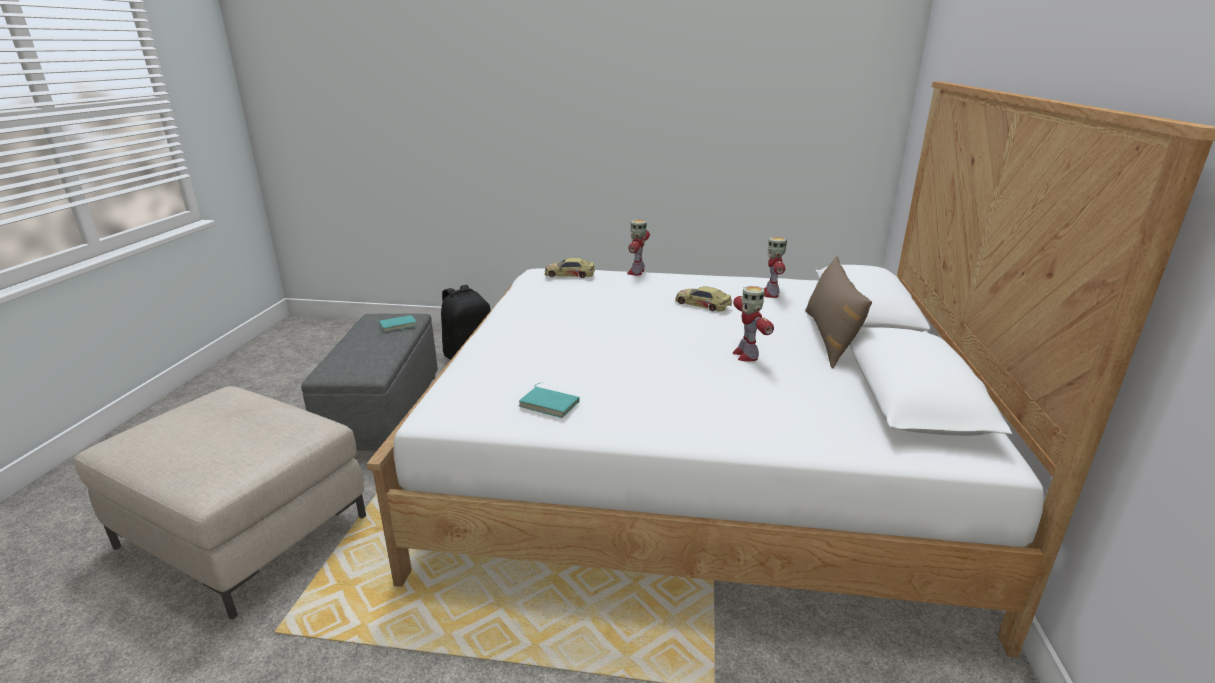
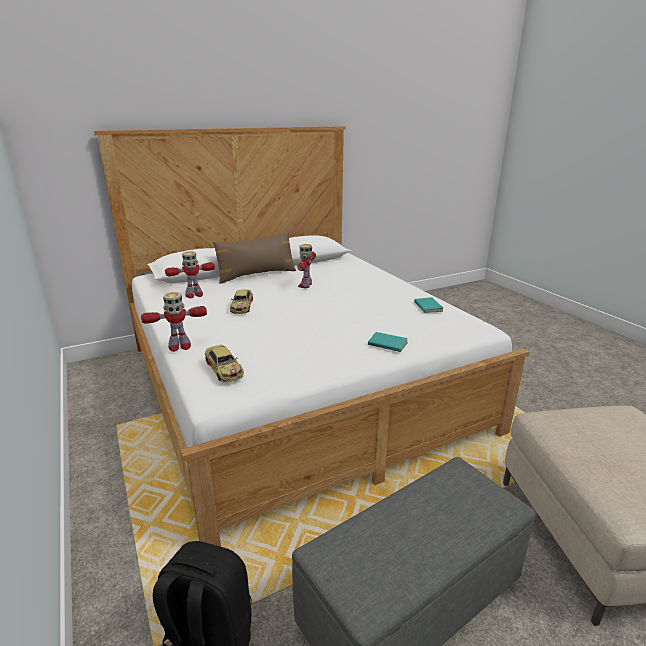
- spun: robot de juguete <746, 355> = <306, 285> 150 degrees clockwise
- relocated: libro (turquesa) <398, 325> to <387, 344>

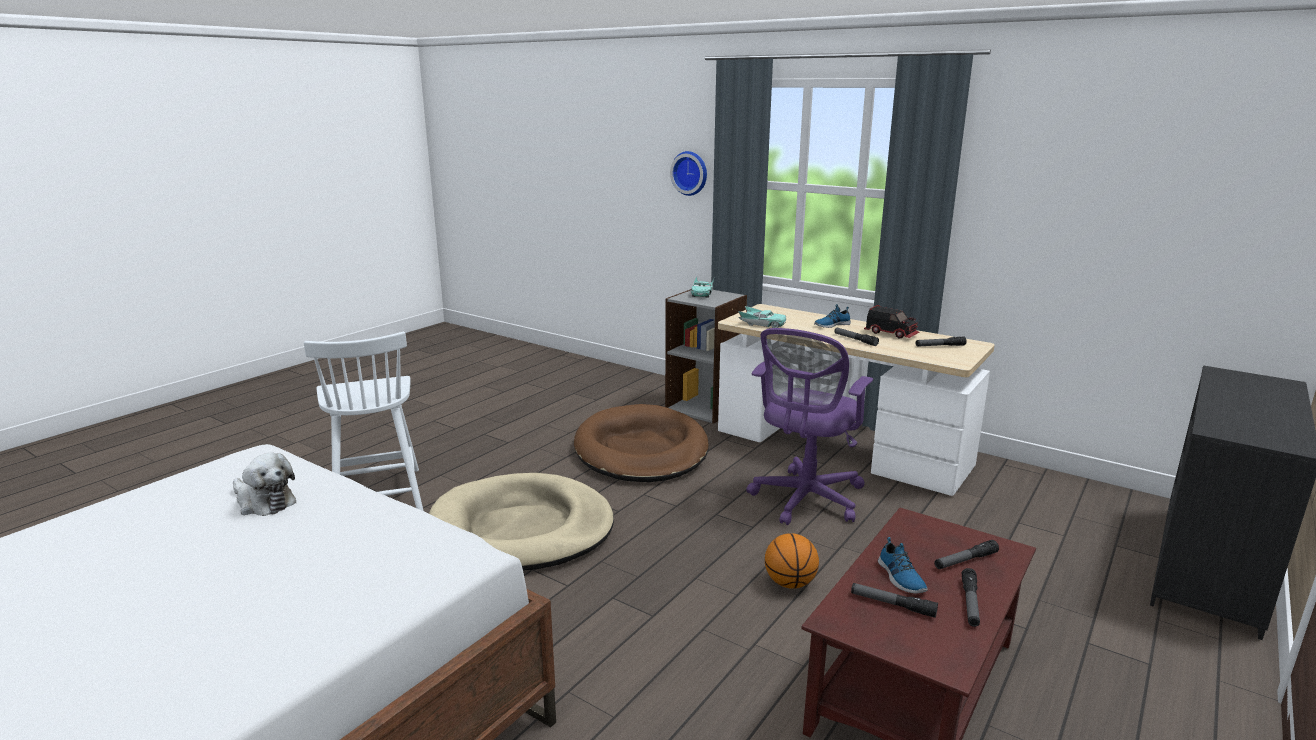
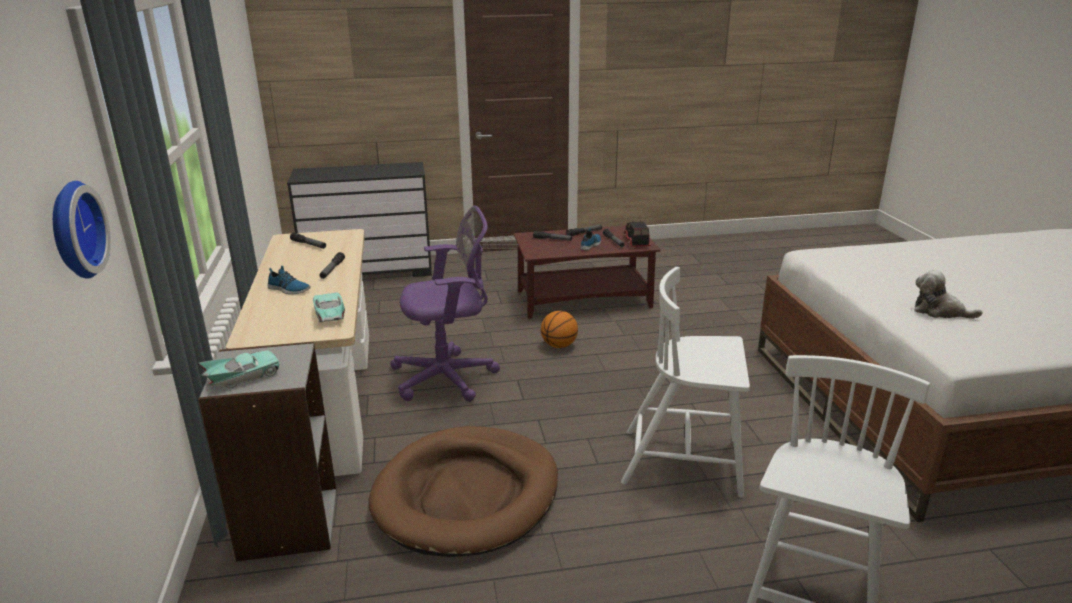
- exchanged: cama para perro (beis) <522, 529> to silla (blanco) <684, 462>
- relocated: camión de juguete <891, 333> to <636, 241>
- spun: peluche <264, 502> = <939, 311> 45 degrees counterclockwise

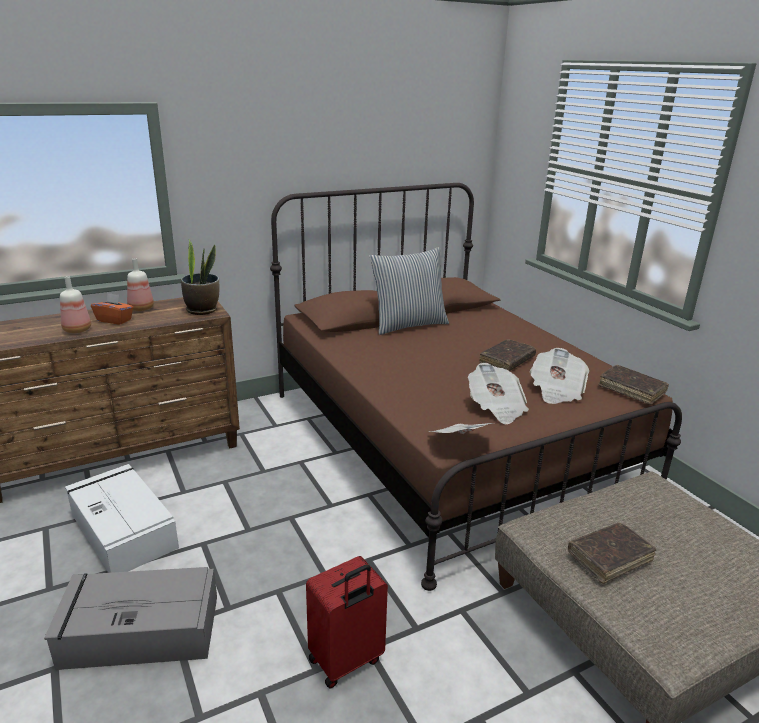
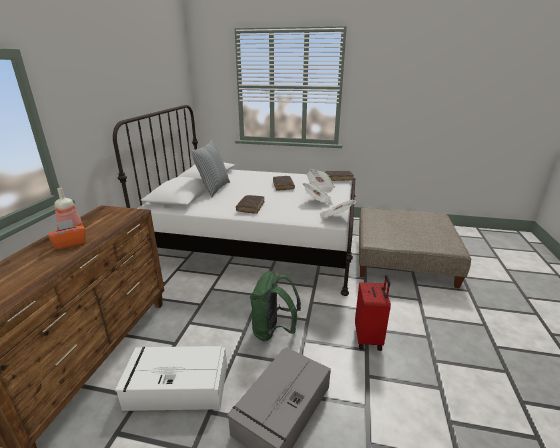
- colour: cama (marrón) <447, 441> to cama (blanco) <257, 243>
- relocated: libro (marrón) <609, 557> to <250, 207>
- appeared: mochila (verde) <273, 331>
- missing: botella <77, 330>
- missing: planta en maceta <202, 310>

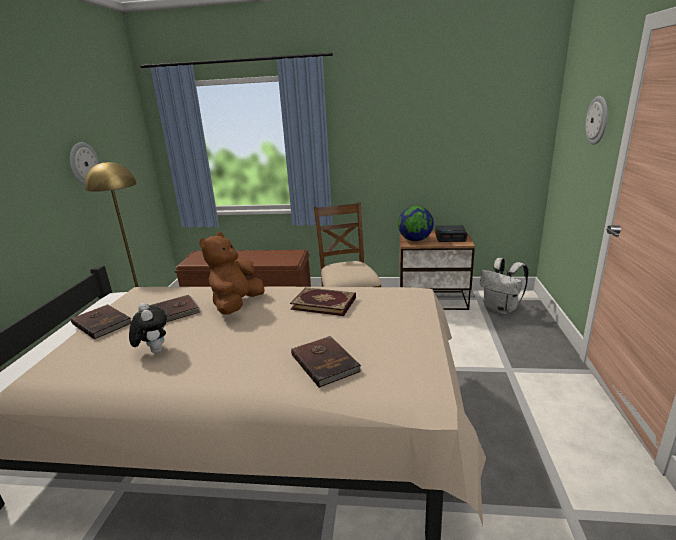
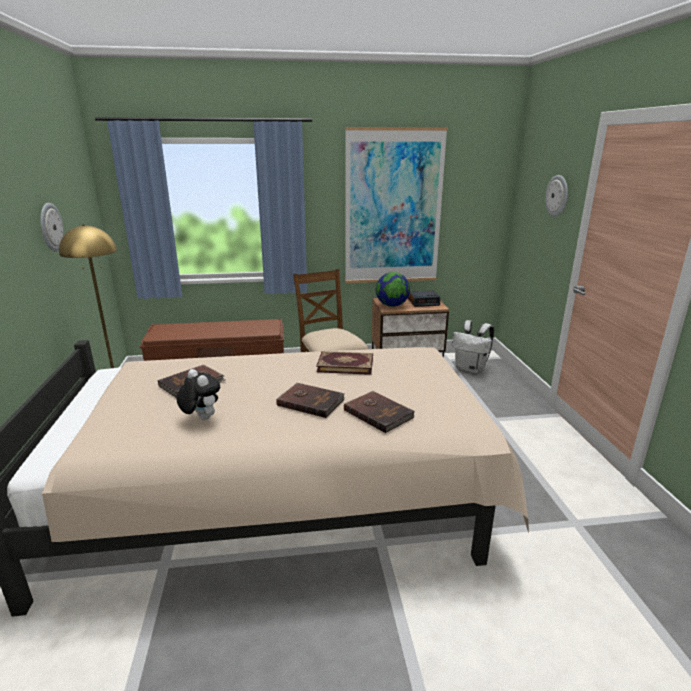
- relocated: libro (marrón) <102, 323> to <310, 402>
- appeared: cuadro <393, 208>
- missing: peluche (marrón) <237, 305>

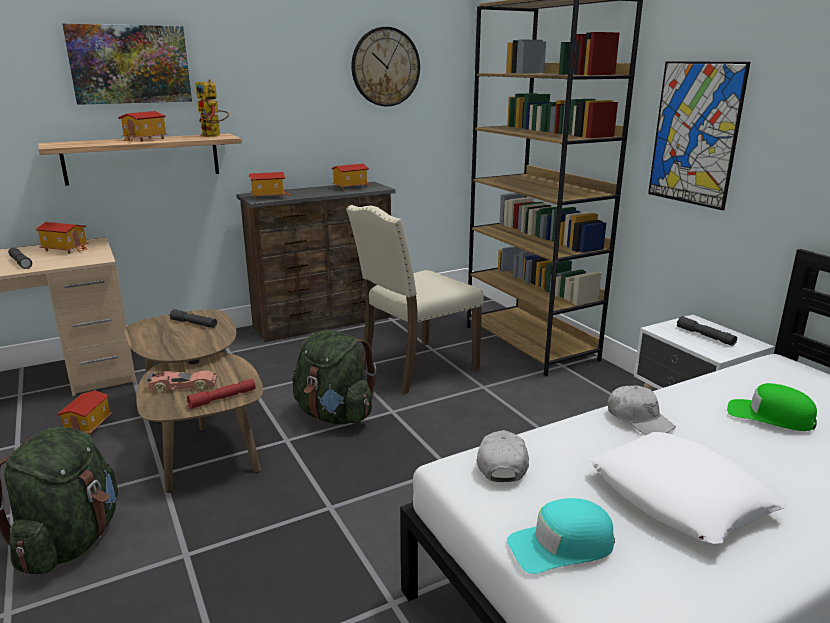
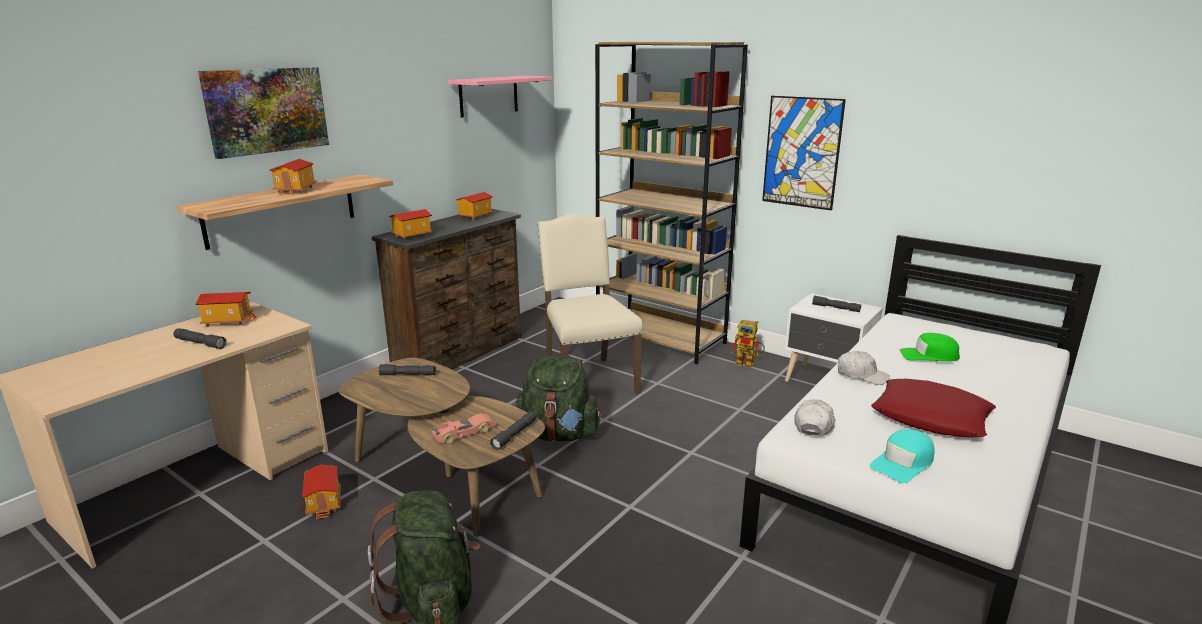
- exchanged: reloj de pared <385, 67> to estante (rosa) <489, 96>
- colour: linterna (rojo) <222, 398> to linterna (gris) <514, 435>
- spun: silla (beis) <415, 368> = <587, 379> 135 degrees clockwise
- relocated: robot de juguete <214, 136> to <749, 364>
- spun: gorra (blanco) <501, 463> = <814, 424> 45 degrees clockwise
- colour: cojín (blanco) <680, 496> to cojín (rojo) <931, 417>

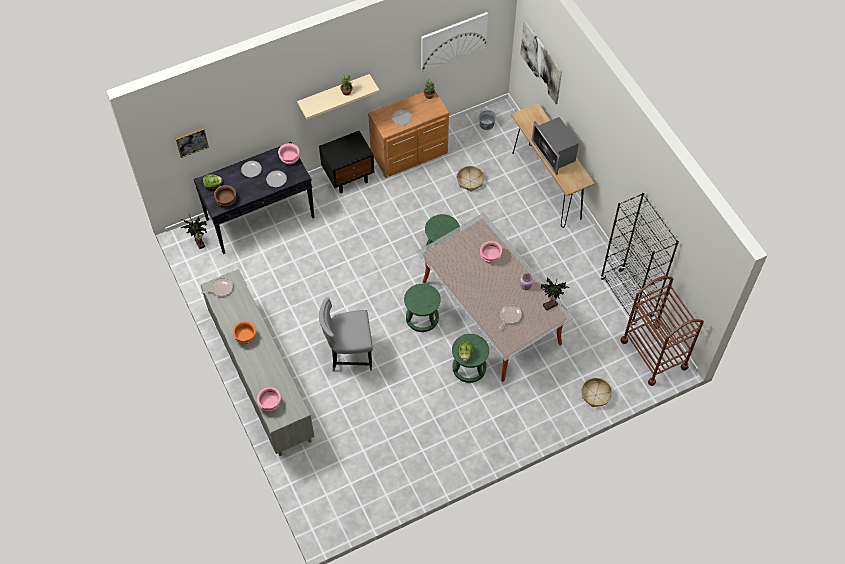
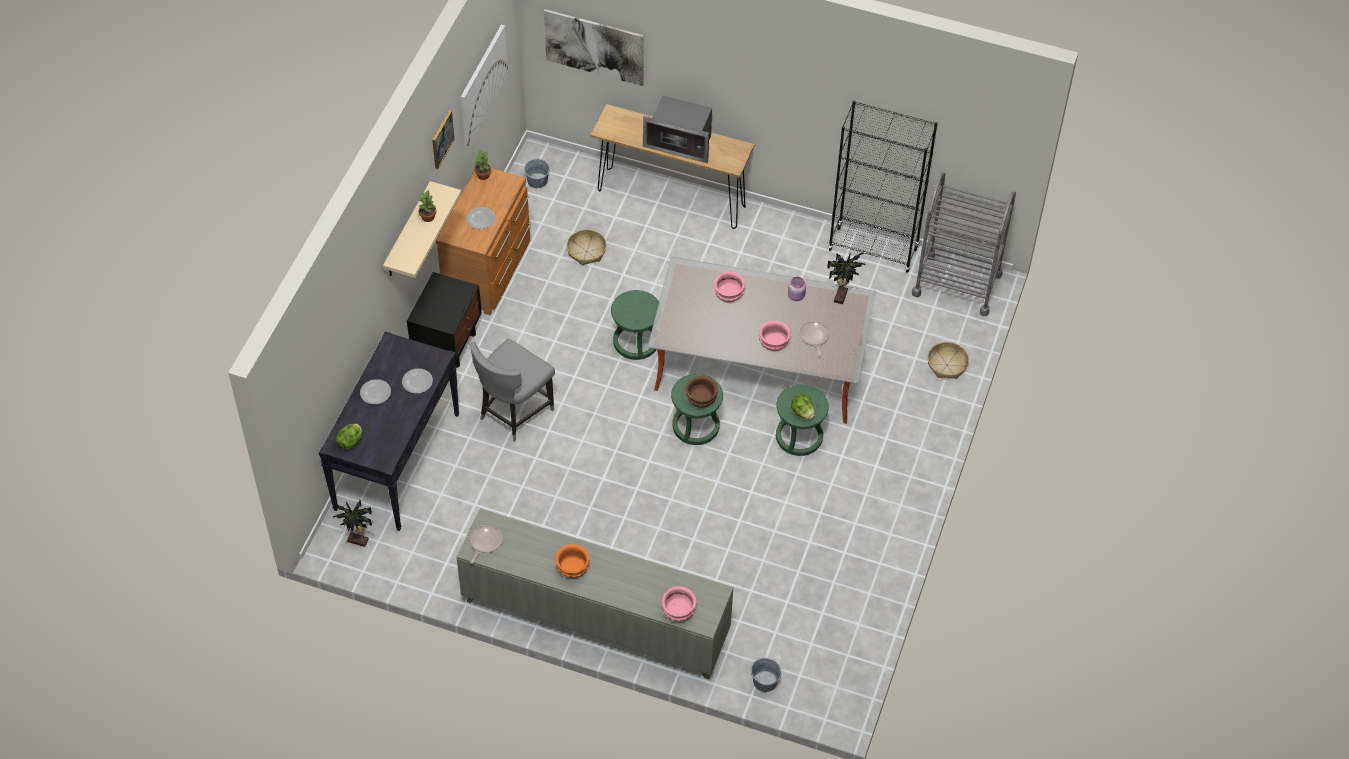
- relocated: cuadro <191, 142> to <442, 139>
- relocated: silla (gris) <349, 354> to <513, 413>
- relocated: cuenco (marrón) <227, 201> to <701, 398>
- appeared: cubo (gris) <765, 681>
- relocated: cuenco (rosa) <289, 158> to <773, 343>
- colour: carrito (marrón) <654, 354> to carrito (gris) <956, 284>

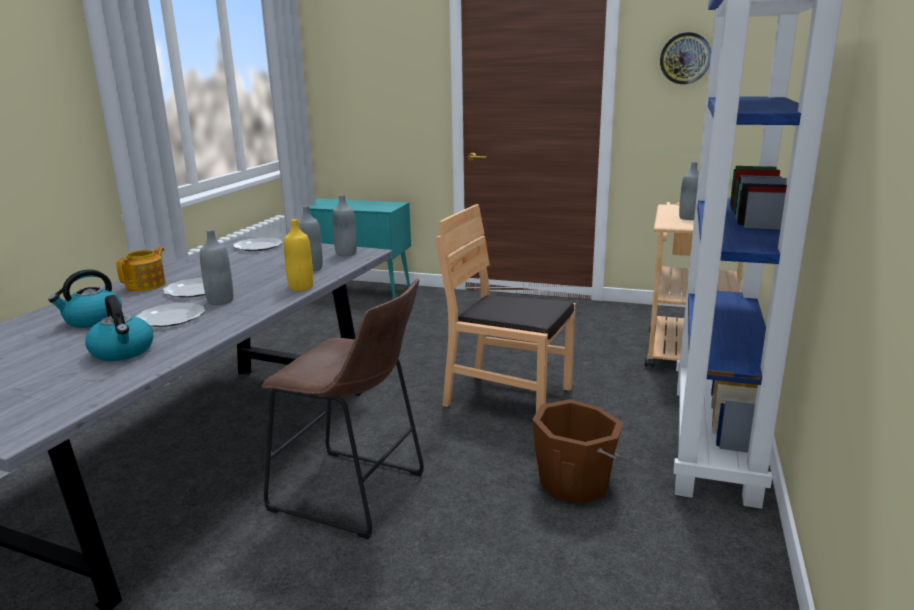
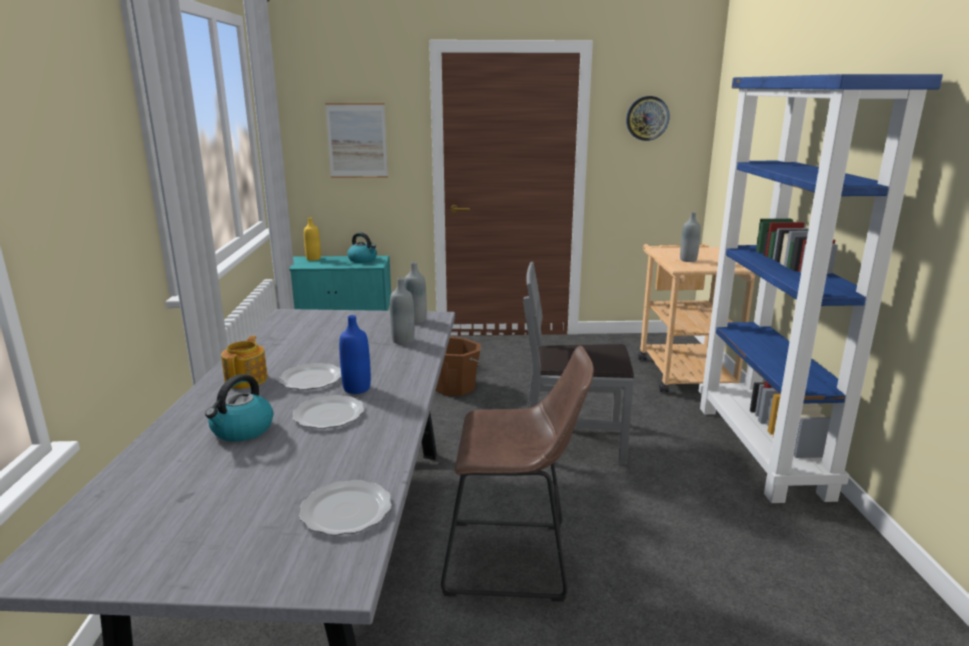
- relocated: plato <258, 246> to <346, 510>
- relocated: botella (amarillo) <301, 287> to <313, 259>
- appeared: cuadro <357, 141>
- colour: botella (gris) <220, 301> to botella (azul) <357, 388>
- relocated: hervidor <123, 351> to <363, 260>
- relocated: cubo (marrón) <575, 482> to <455, 386>
- colour: silla (marrón) <508, 398> to silla (gris) <573, 439>

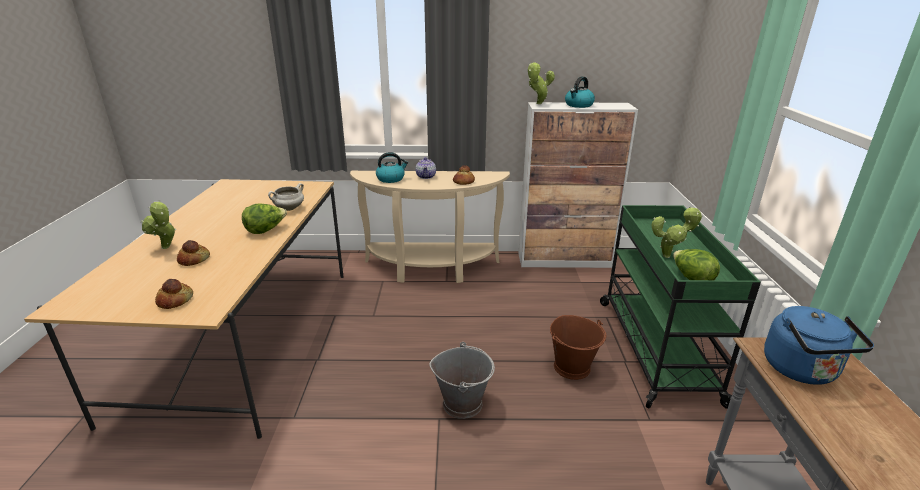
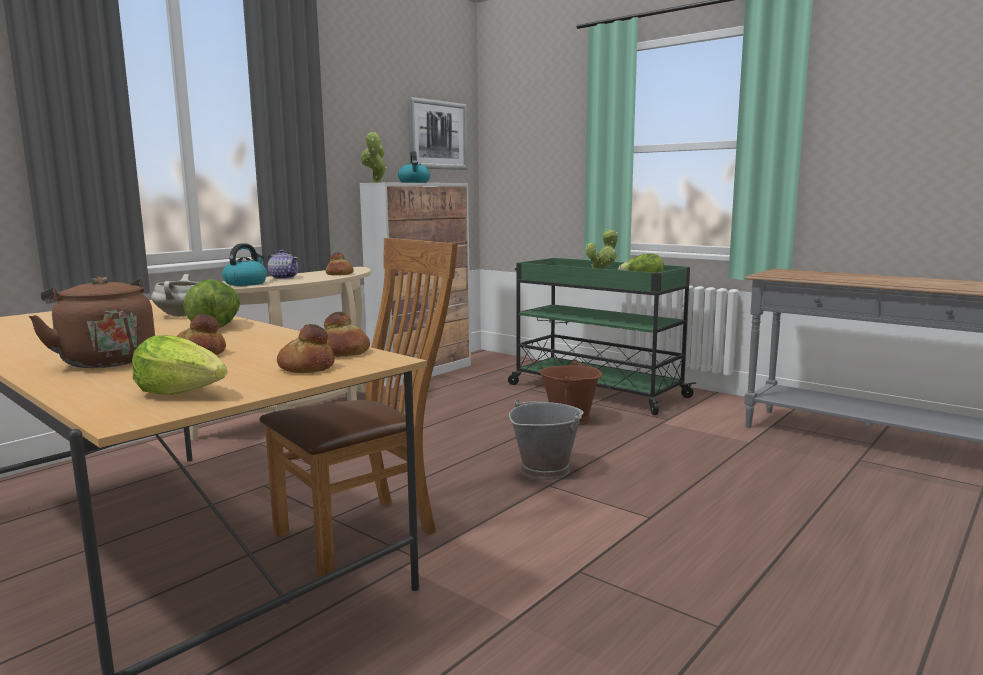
- exchanged: planta en maceta <166, 248> to hervidor (marrón) <105, 361>
- appeared: lechuga <183, 393>
- appeared: silla (marrón) <365, 531>
- appeared: pan <345, 352>
- appeared: cuadro <437, 135>
- missing: hervidor (azul) <802, 371>

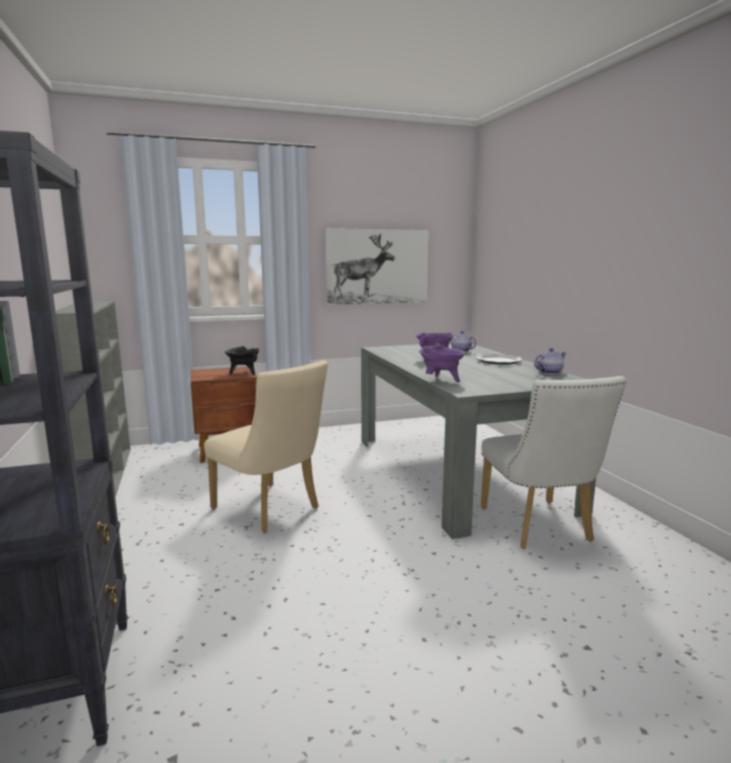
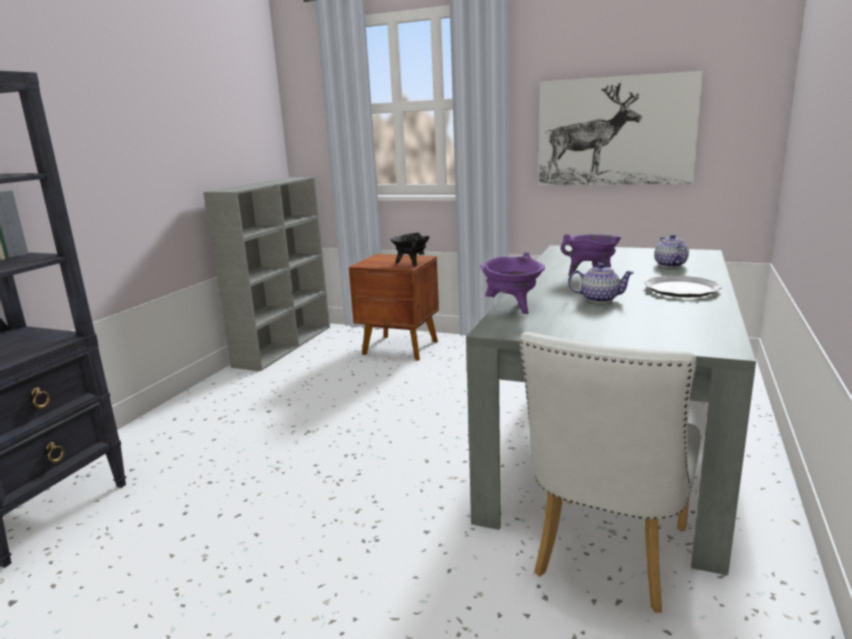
- relocated: tetera <549, 372> to <599, 299>
- missing: silla (beis) <271, 510>

